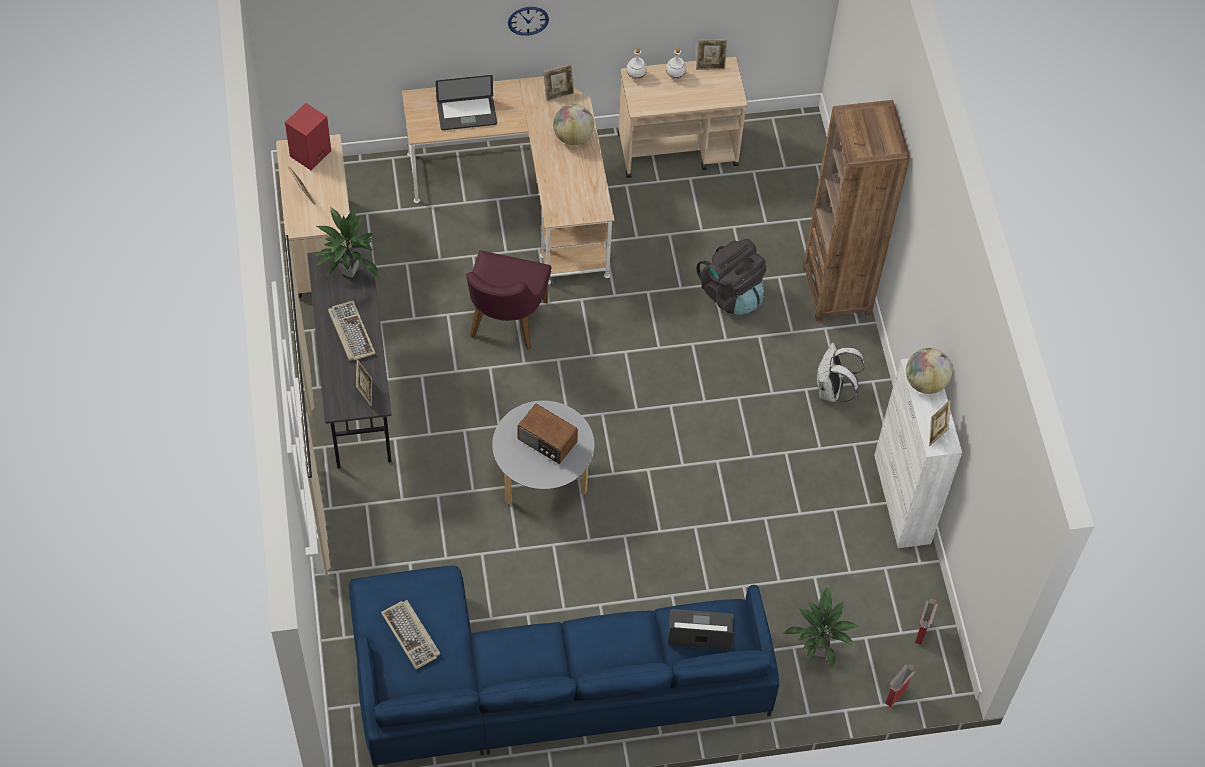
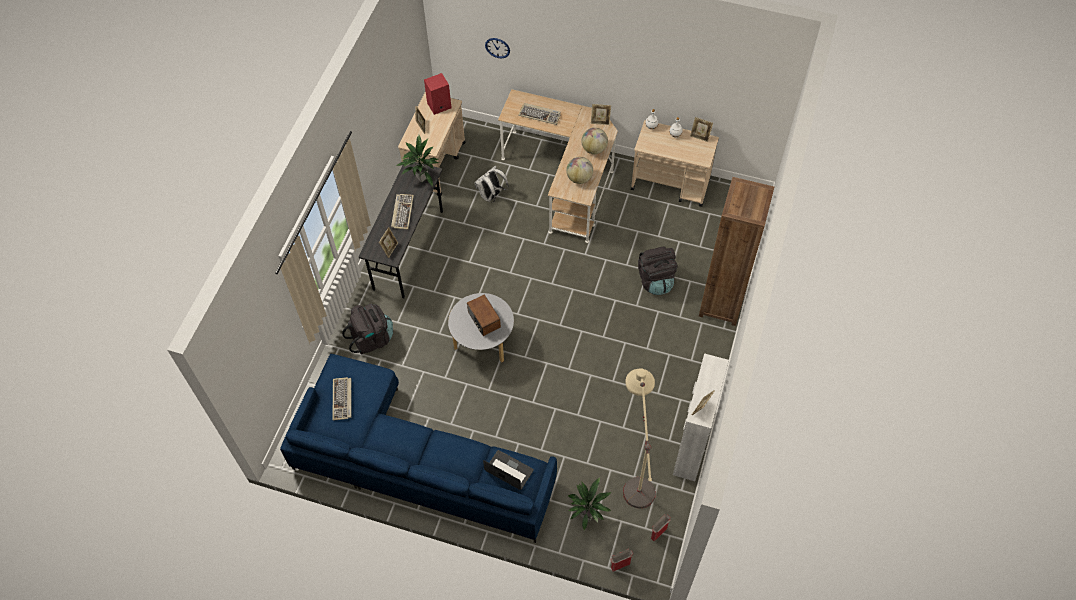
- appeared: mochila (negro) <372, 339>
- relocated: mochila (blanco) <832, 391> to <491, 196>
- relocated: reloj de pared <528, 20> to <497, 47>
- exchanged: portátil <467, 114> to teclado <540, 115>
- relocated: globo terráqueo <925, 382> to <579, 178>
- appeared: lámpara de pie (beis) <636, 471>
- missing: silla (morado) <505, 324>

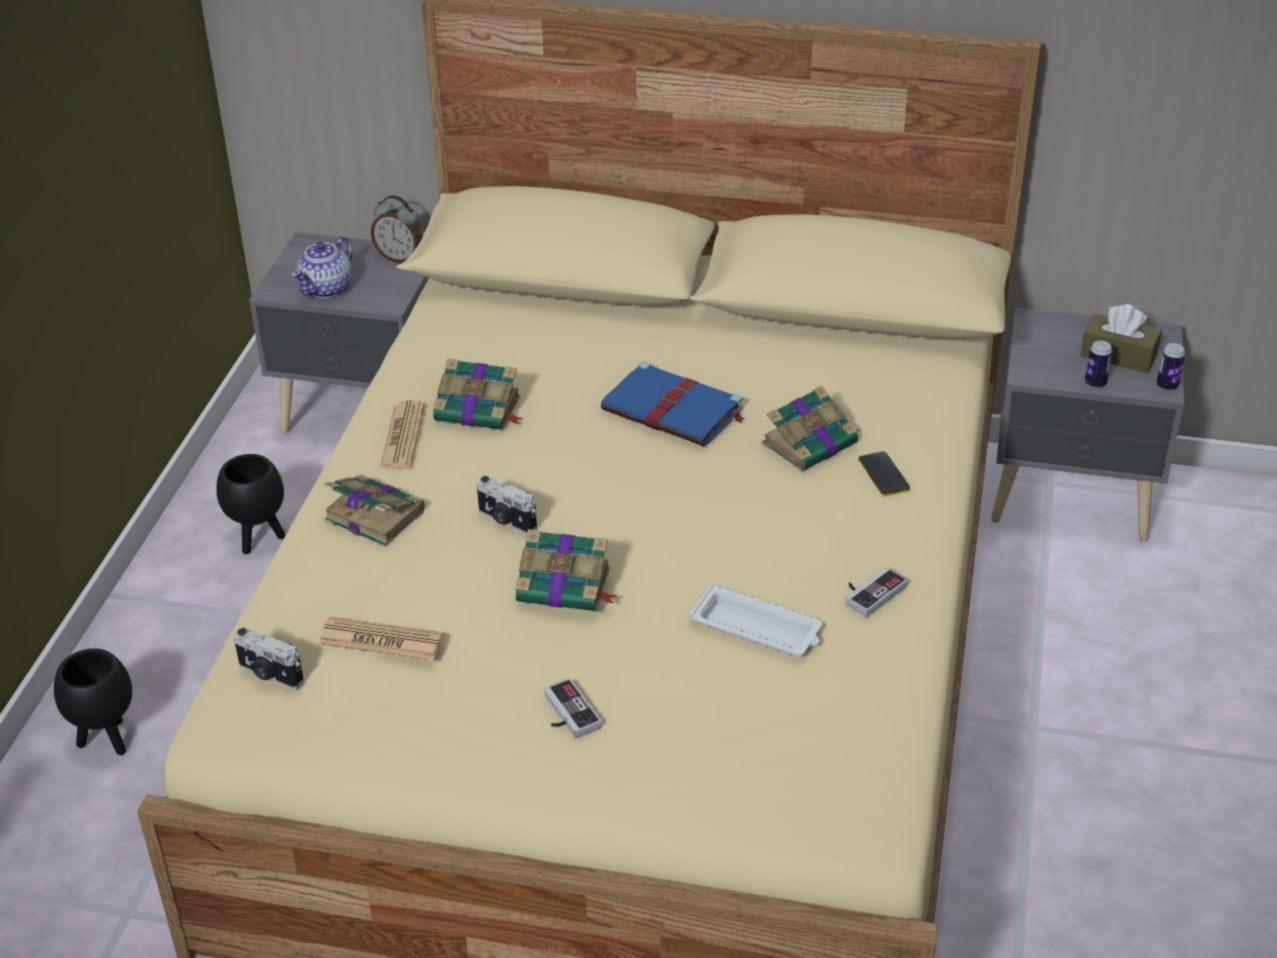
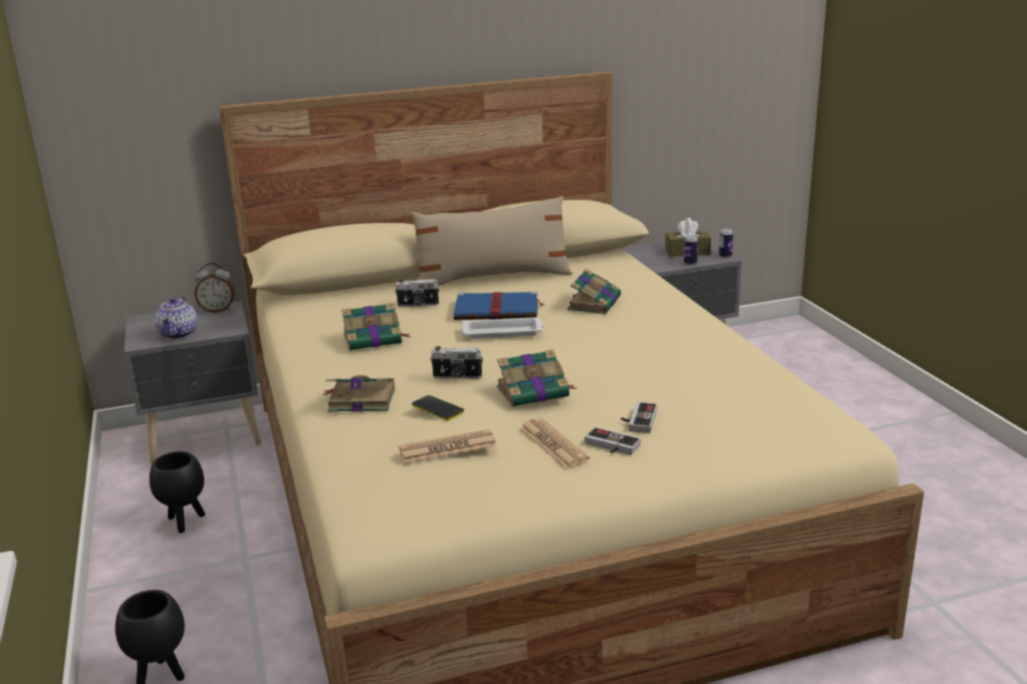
- relocated: cámara <269, 674> to <418, 305>
- appeared: cojín (beis) <493, 278>
- relocated: móvil <883, 474> to <437, 408>
- relocated: bandeja (blanco) <757, 629> to <503, 332>
- relocated: periódico <402, 437> to <553, 444>
- relocated: mando de consola <871, 592> to <637, 420>

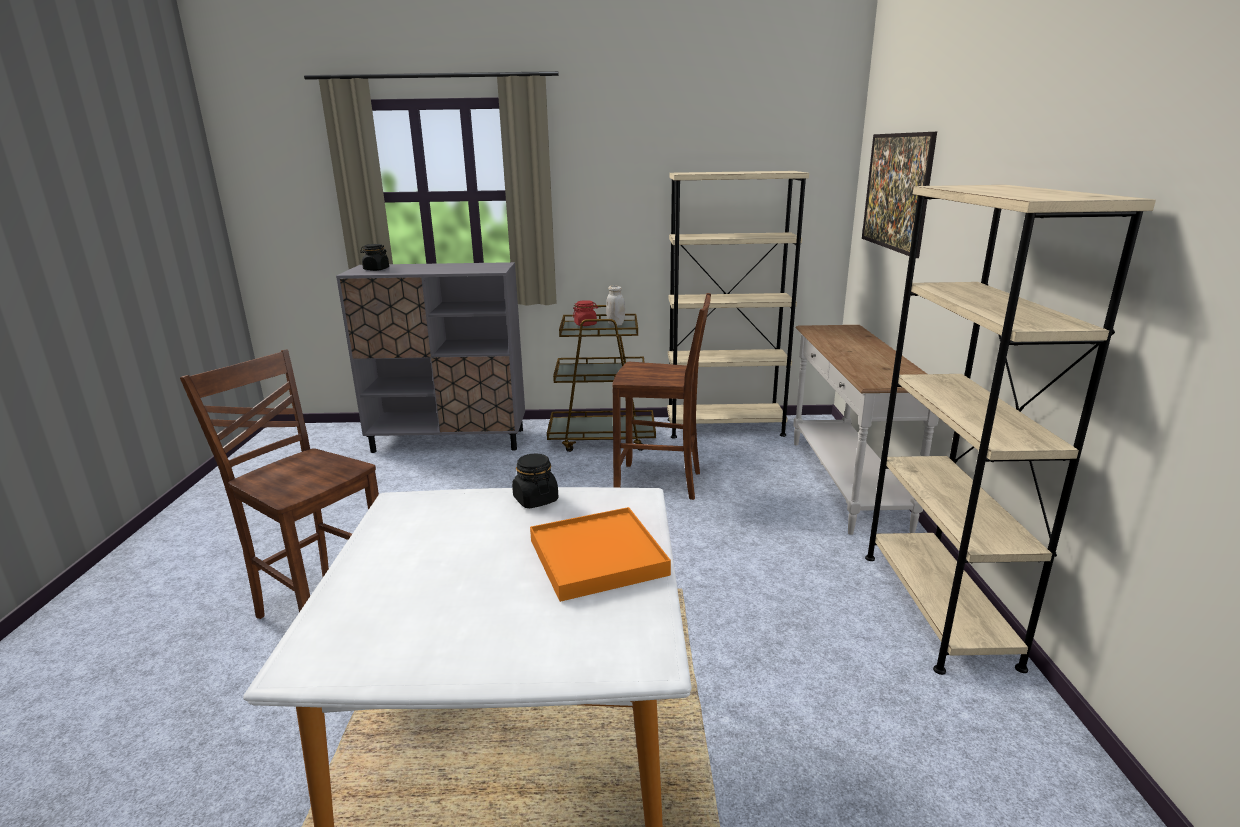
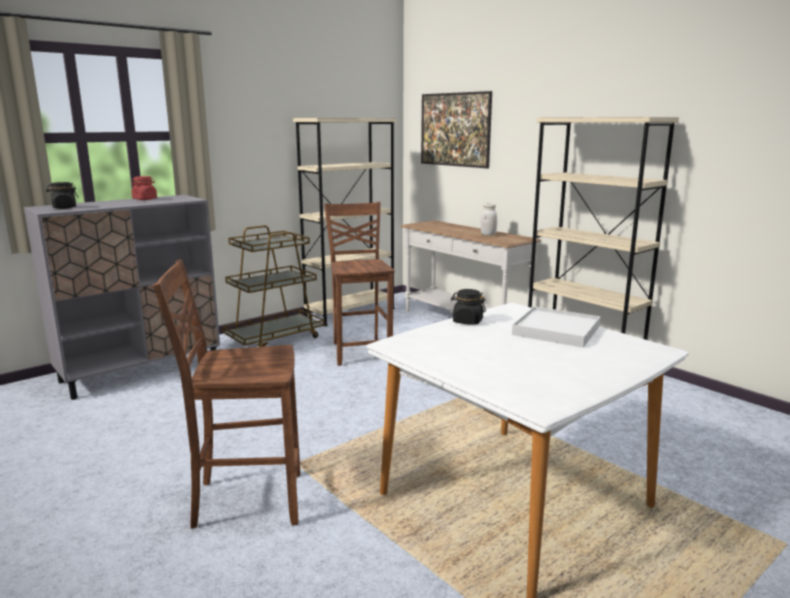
- relocated: tarro (rojo) <585, 324> to <145, 199>
- spun: silla (marrón) <660, 483> = <360, 351> 75 degrees counterclockwise
- relocated: tarro (blanco) <615, 324> to <488, 234>
- colour: bandeja (naranja) <597, 557> to bandeja (blanco) <556, 330>

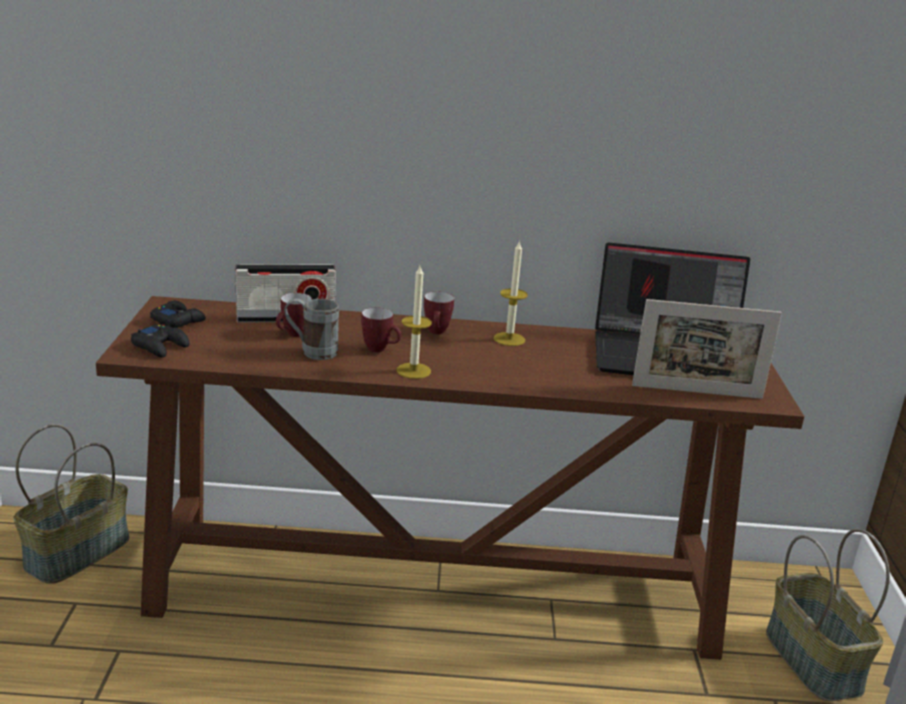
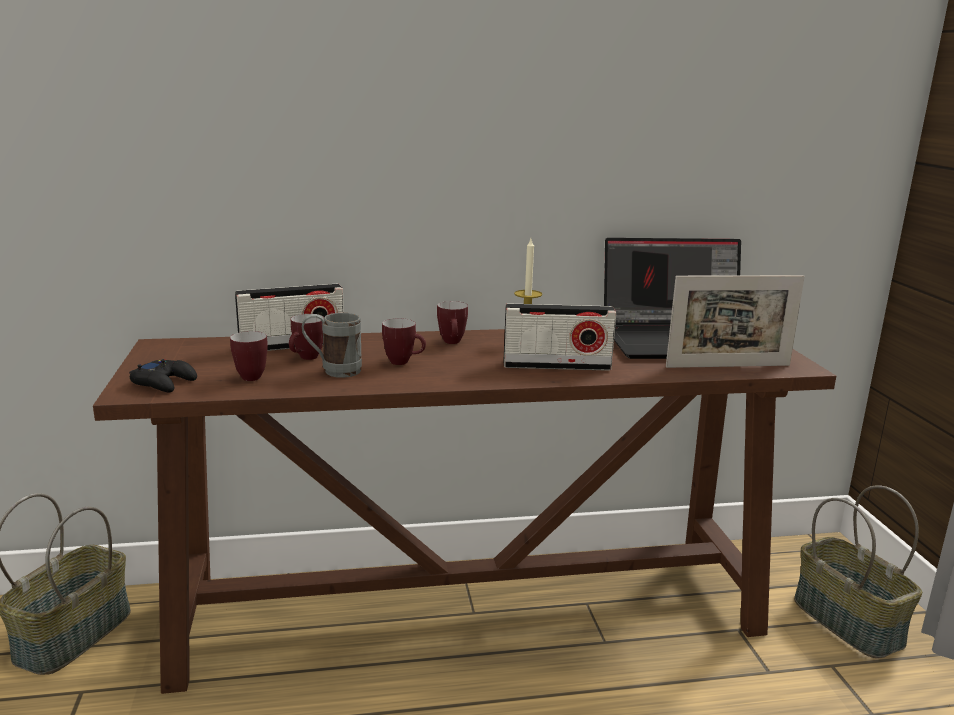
- appeared: taza grande <247, 377>
- appeared: radio <556, 366>
- missing: mando de consola (negro) <178, 321>
- missing: vela <413, 371>

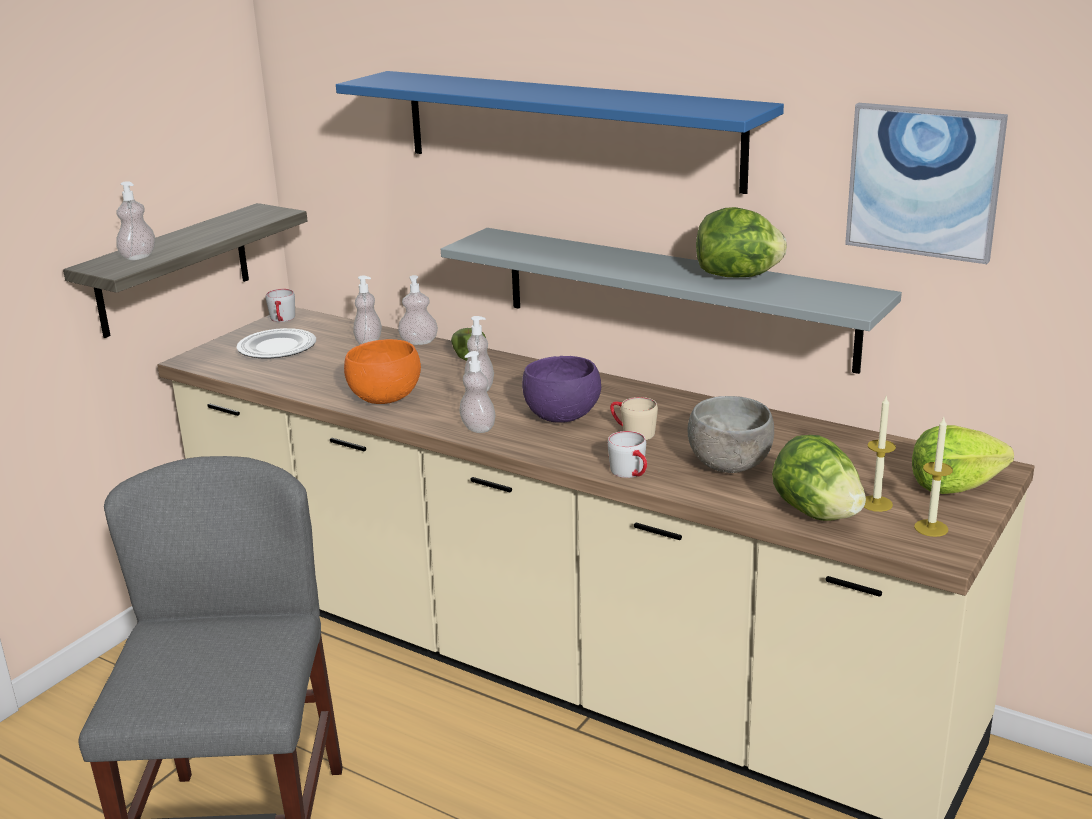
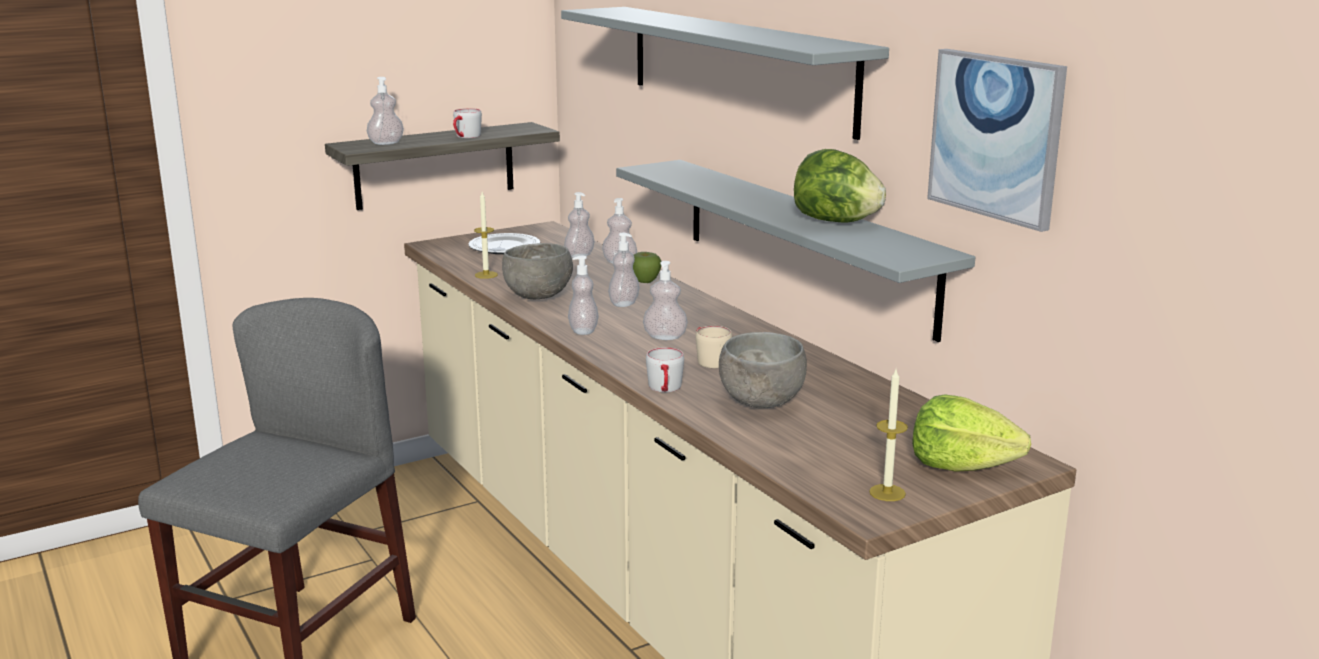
- relocated: taza grande (gris) <282, 320> to <465, 137>
- relocated: vela <876, 503> to <486, 275>
- colour: cuenco (naranja) <385, 398> to cuenco (gris) <539, 296>
- colour: estante (azul) <568, 129> to estante (gris) <737, 66>
- exchanged: cuenco (morado) <563, 417> to dispensador de jabón <665, 337>
- missing: lechuga <816, 513>

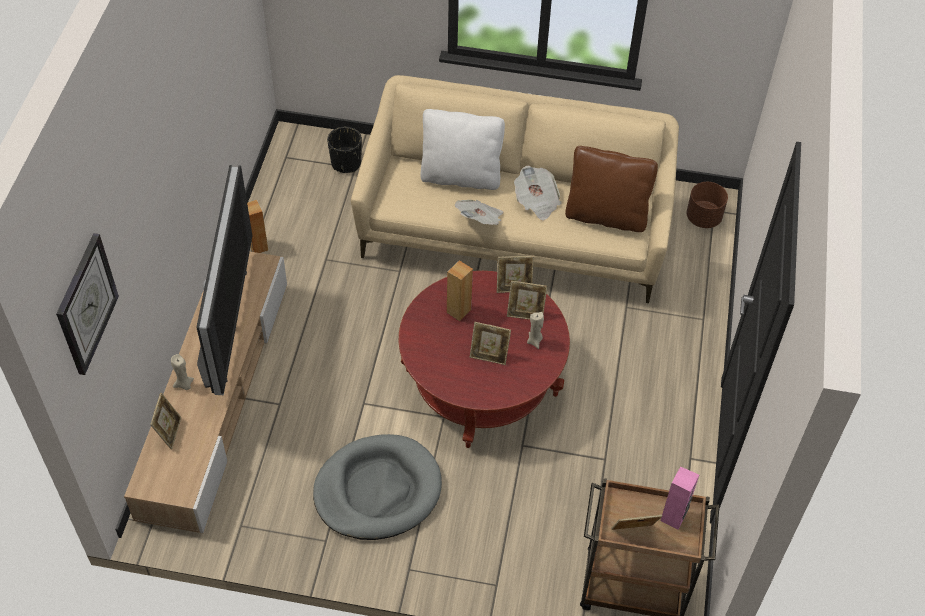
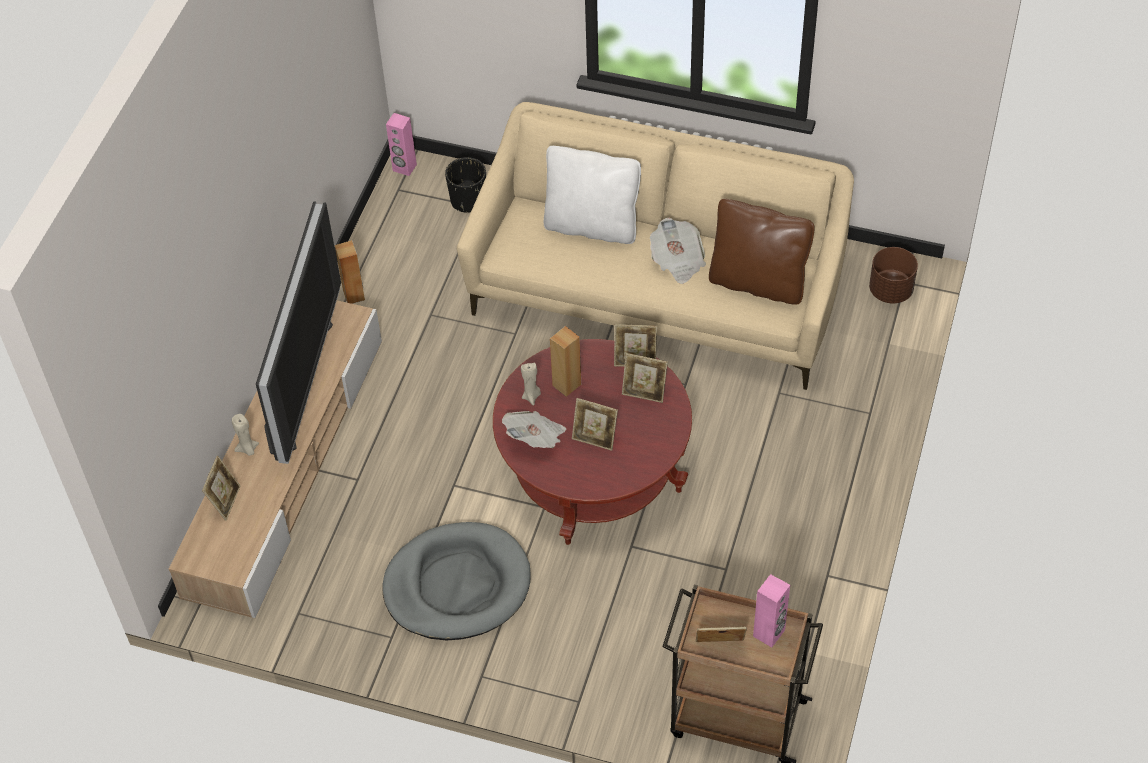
- appeared: altavoz (rosa) <404, 168>
- relocated: periódico <480, 220> to <536, 438>
- relocated: vela (beis) <535, 341> to <531, 396>
- missing: reloj de pared <86, 304>

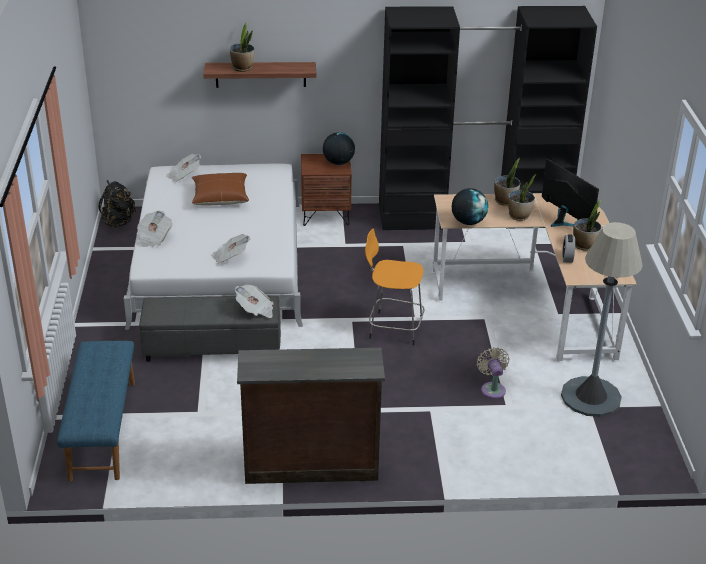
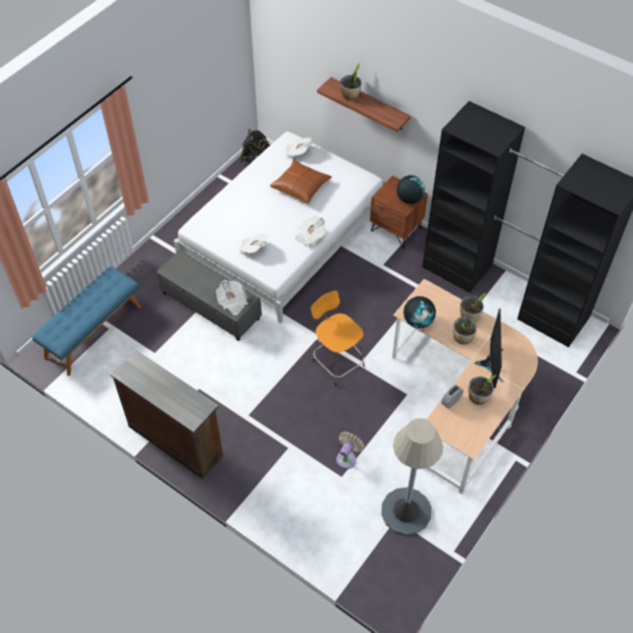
- relocated: periódico <153, 238> to <310, 236>

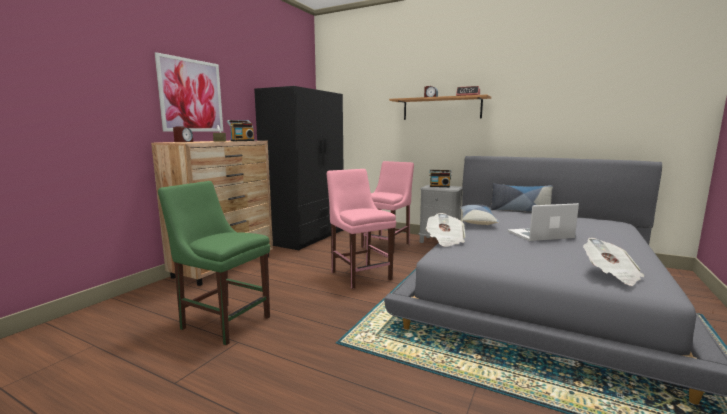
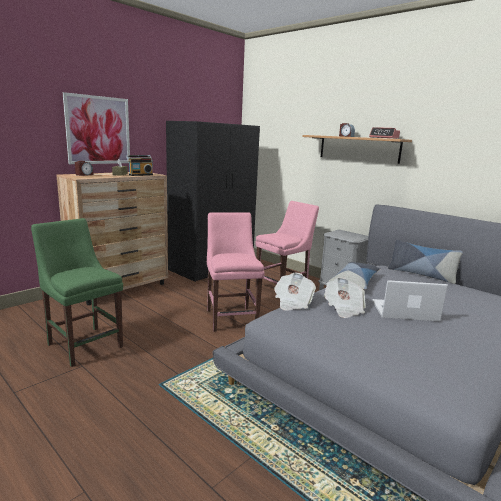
- relocated: periódico <611, 275> to <343, 308>
- missing: radio <439, 186>

